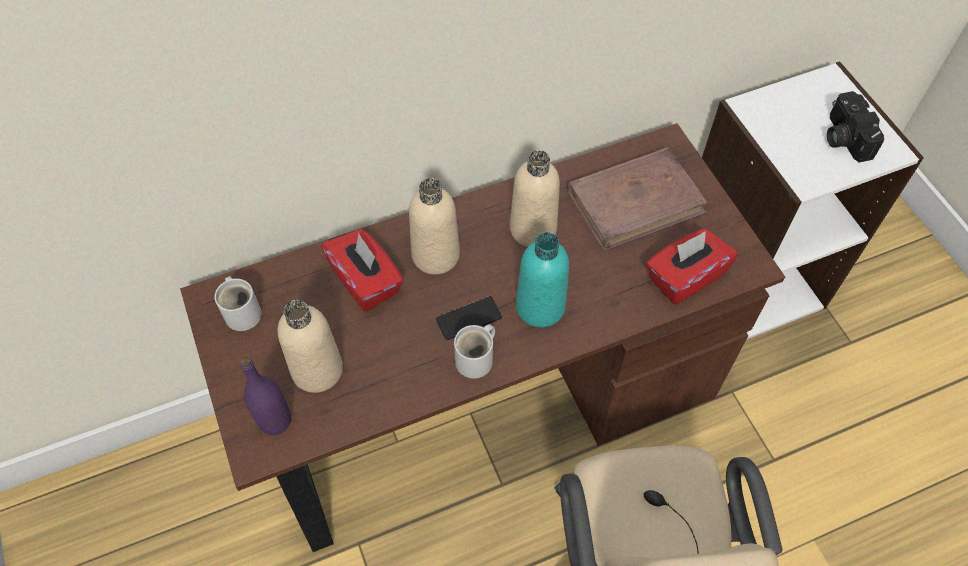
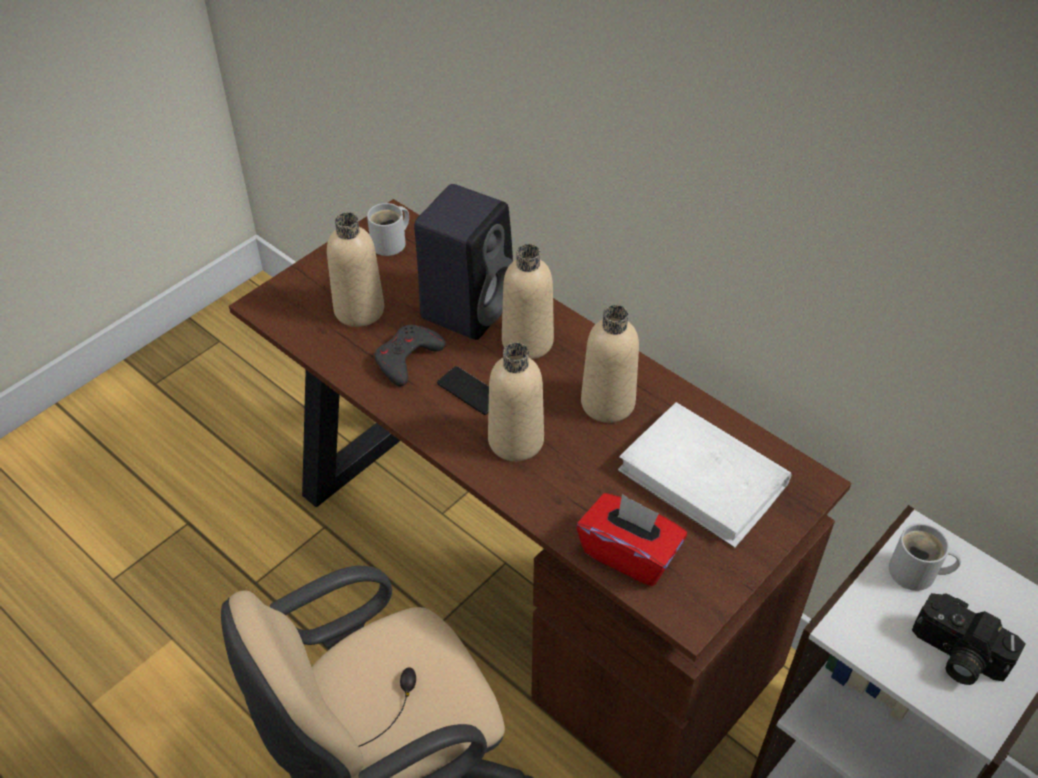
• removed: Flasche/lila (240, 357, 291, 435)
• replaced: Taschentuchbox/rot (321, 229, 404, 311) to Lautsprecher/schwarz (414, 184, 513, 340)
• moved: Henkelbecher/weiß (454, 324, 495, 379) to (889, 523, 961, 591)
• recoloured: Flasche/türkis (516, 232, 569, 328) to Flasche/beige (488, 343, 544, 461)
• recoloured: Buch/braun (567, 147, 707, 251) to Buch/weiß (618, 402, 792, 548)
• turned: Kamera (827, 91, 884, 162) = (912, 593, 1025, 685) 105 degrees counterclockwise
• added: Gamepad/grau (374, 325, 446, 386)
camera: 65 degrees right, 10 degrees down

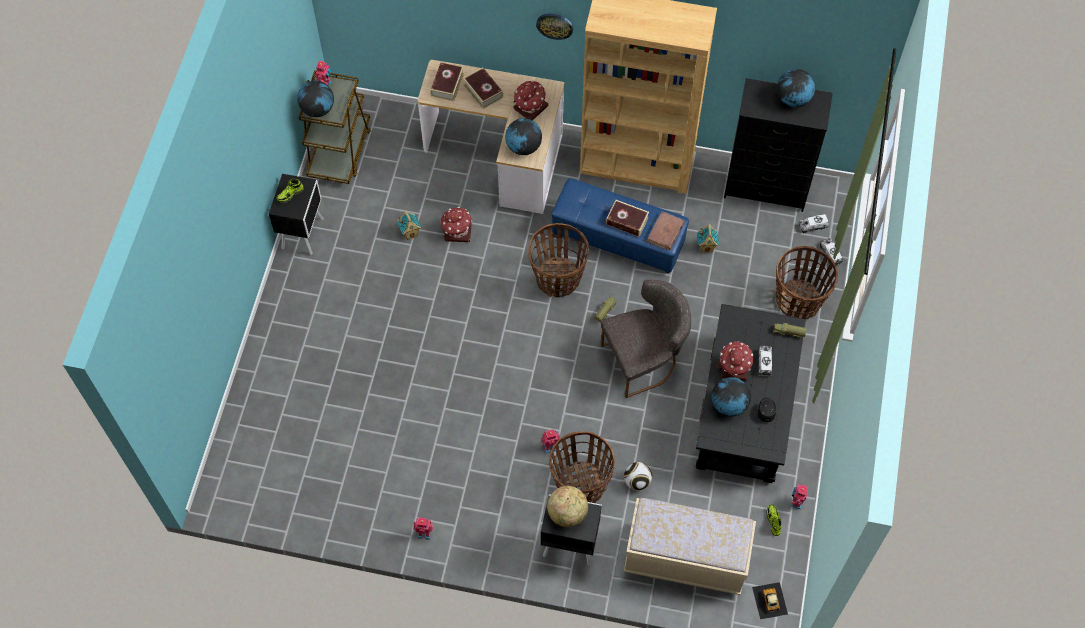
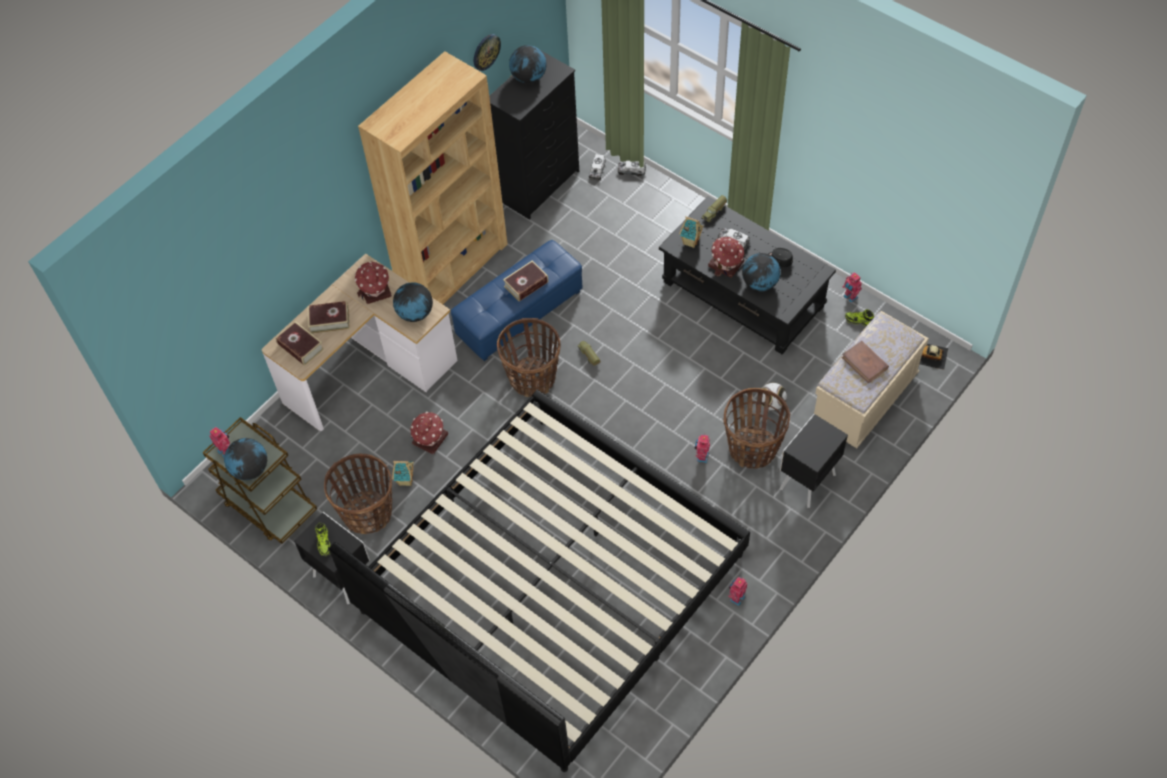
• moved: Wanduhr (536, 13, 573, 40) to (474, 34, 501, 71)
• removed: Globus (547, 486, 588, 527)
• removed: Stuhl/grau (601, 279, 691, 398)
• moved: Buch/braun (646, 211, 685, 250) to (842, 341, 889, 384)
• moved: Spielzeughaus (697, 224, 719, 253) to (679, 217, 704, 248)
• moved: Korb (776, 246, 838, 319) to (324, 454, 392, 534)
• added: Bett (329, 390, 750, 772)
camera: 60 degrees left, 5 degrees down

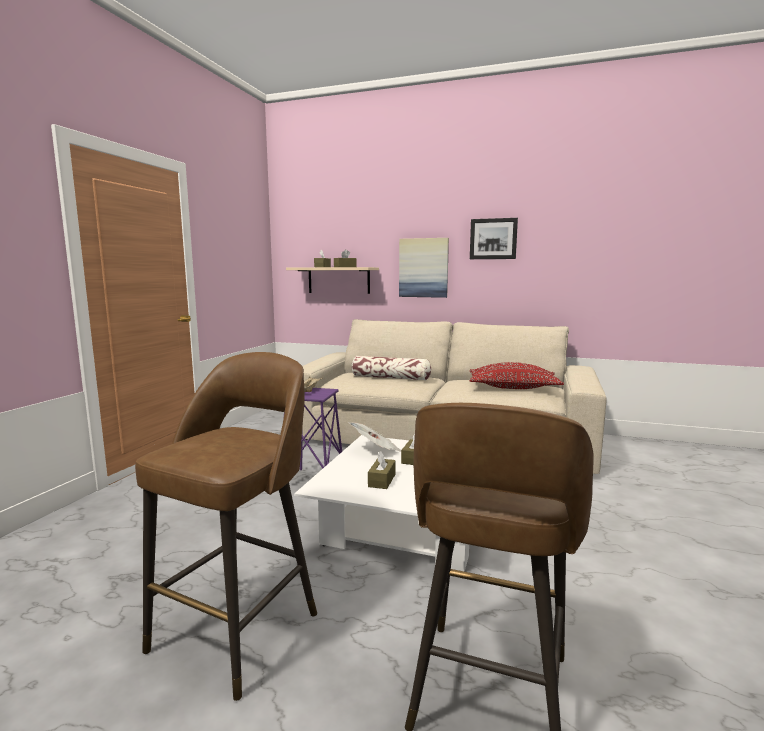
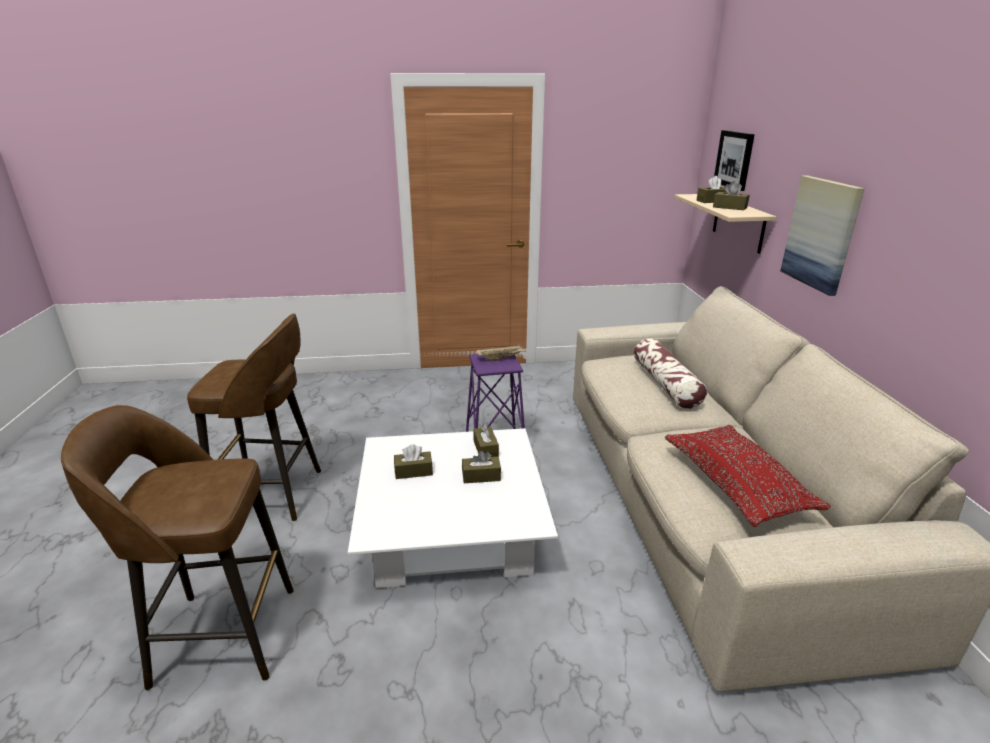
• replaced: Zeitung (348, 422, 401, 452) to Taschentuchbox/braun (473, 424, 499, 457)
• moved: Bild (470, 218, 518, 259) to (714, 130, 755, 191)
camera: 65 degrees right, 15 degrees up

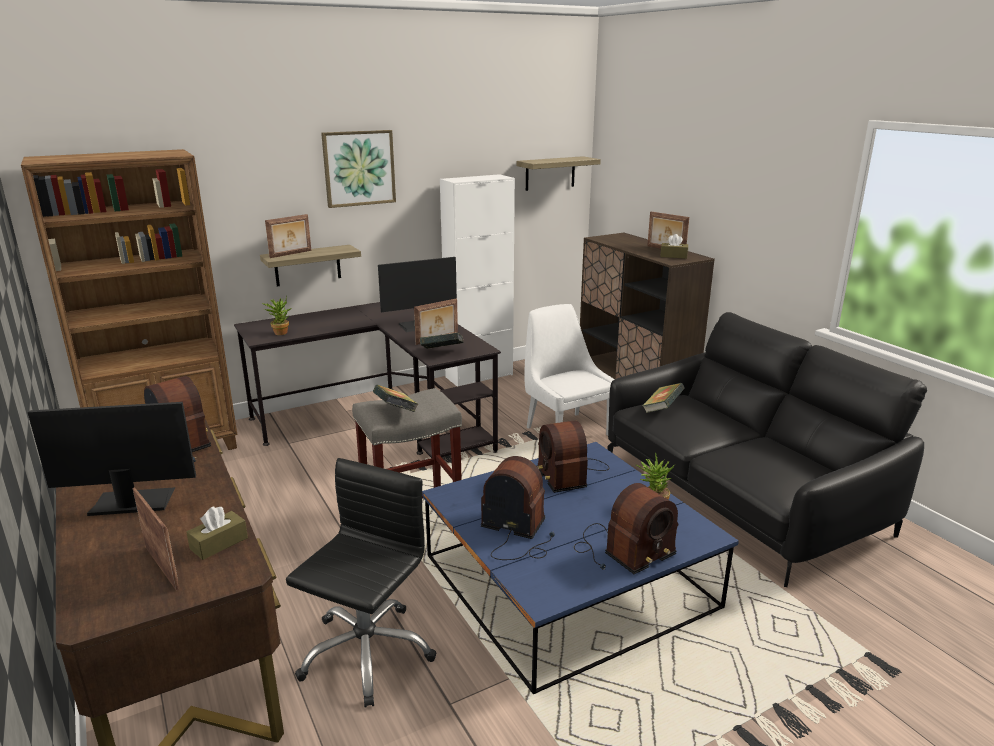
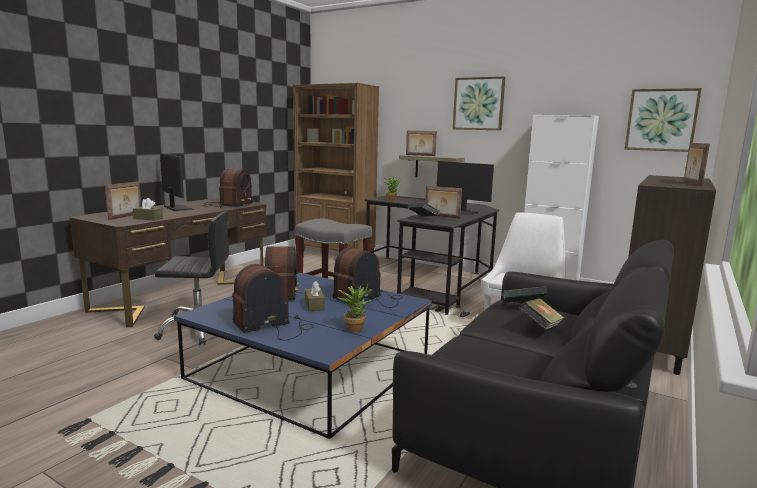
• moved: Buch (373, 385, 418, 412) to (520, 298, 564, 330)
• replaced: Wandregal (516, 156, 601, 191) to Bild (625, 88, 702, 152)
• turned: Radio (574, 483, 679, 574) = (232, 264, 314, 341) 120 degrees clockwise
• moved: Taschentuchbox/braun (660, 234, 688, 259) to (305, 281, 325, 311)
camera: 60 degrees right, 10 degrees down

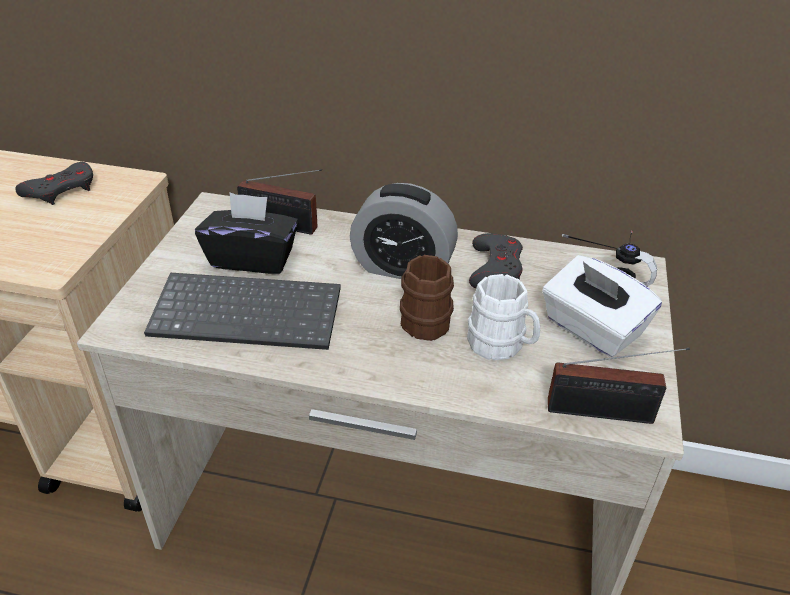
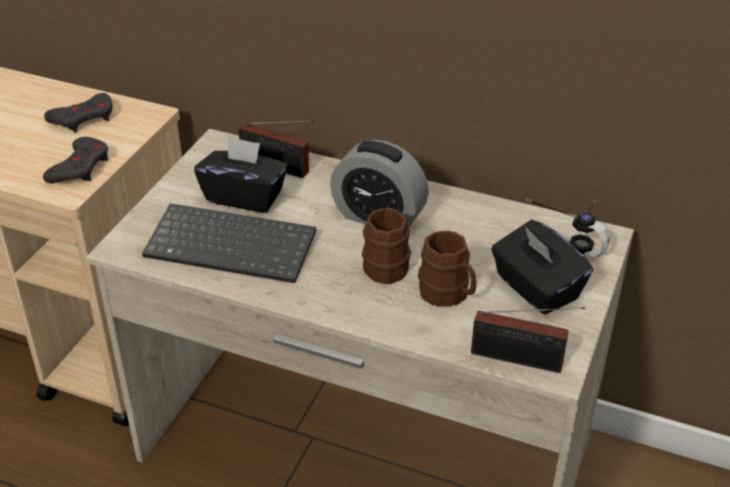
• recoloured: Henkelbecher/weiß (467, 274, 540, 360) to Henkelbecher/braun (418, 231, 476, 307)
• moved: Gamepad/grau (469, 233, 523, 288) to (43, 137, 108, 184)
• recoloured: Taschentuchbox/weiß (542, 255, 662, 357) to Taschentuchbox/schwarz (491, 220, 593, 314)
camera: 10 degrees right, 0 degrees up

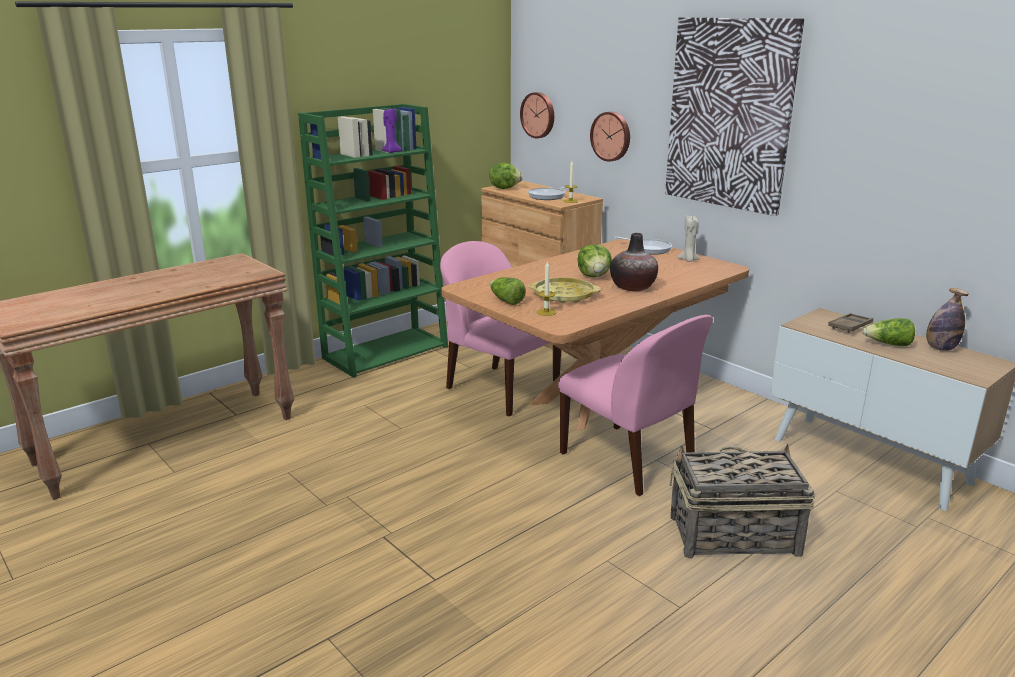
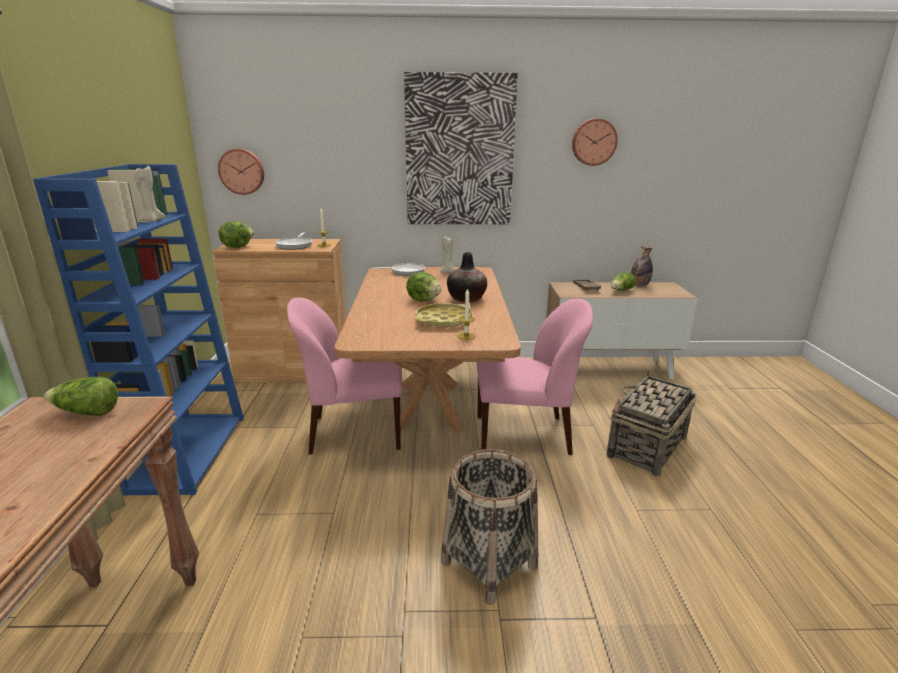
• recoloured: Bücherregal/grün (298, 104, 448, 378) to Bücherregal/blau (33, 164, 244, 495)
• recoloured: Kerze/lila (382, 107, 402, 153) to Kerze/beige (134, 166, 166, 222)
• moved: Salatkopf (490, 277, 526, 305) to (44, 377, 118, 416)
• moved: Wanduhr (590, 112, 630, 162) to (572, 119, 618, 166)
• added: Korb (441, 449, 538, 605)
camera: 50 degrees left, 0 degrees up

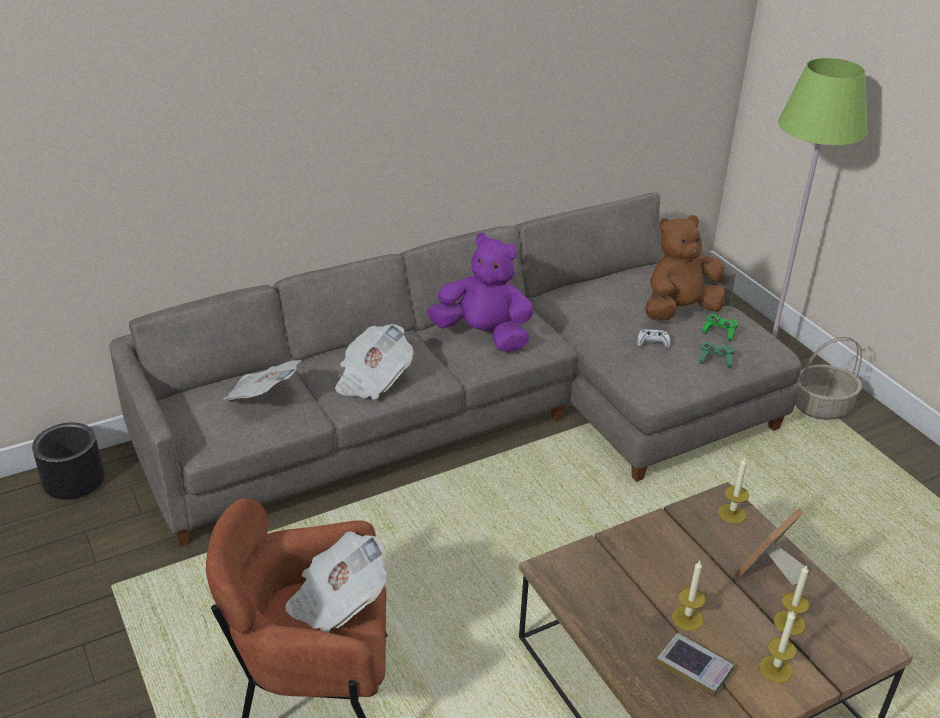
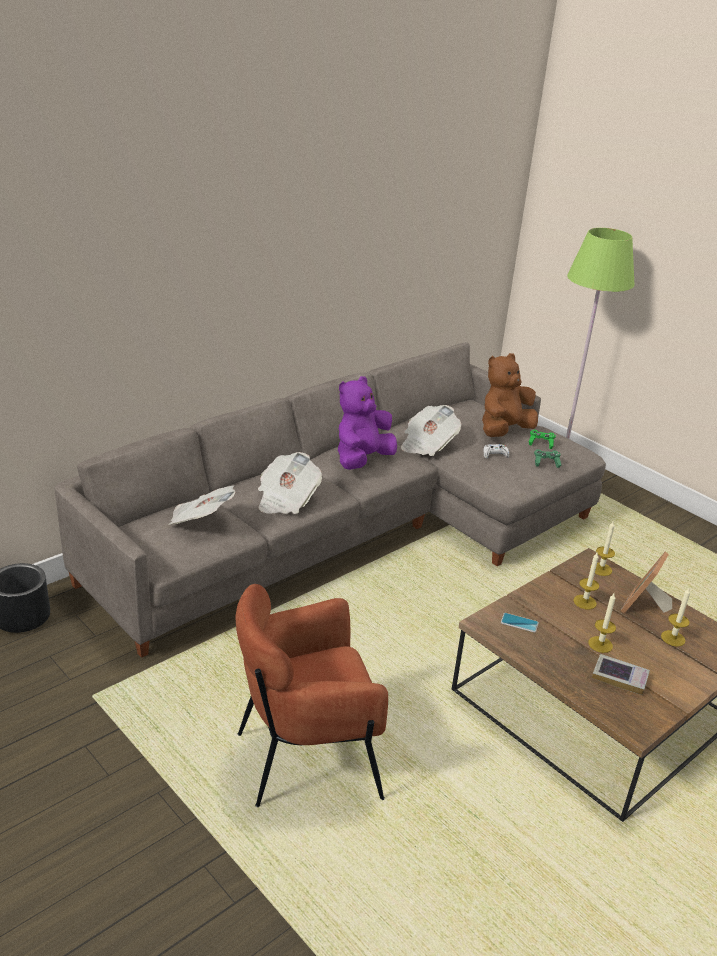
• moved: Zeitung (285, 531, 387, 633) to (401, 405, 461, 456)
• turned: Plüschtier/lila (427, 233, 534, 352) = (338, 376, 397, 470) 60 degrees counterclockwise
• moved: Kerze (760, 610, 796, 683) to (573, 553, 599, 610)
• removed: Korb (795, 337, 862, 420)
• added: Handy (501, 613, 539, 633)
camera: 15 degrees left, 5 degrees down

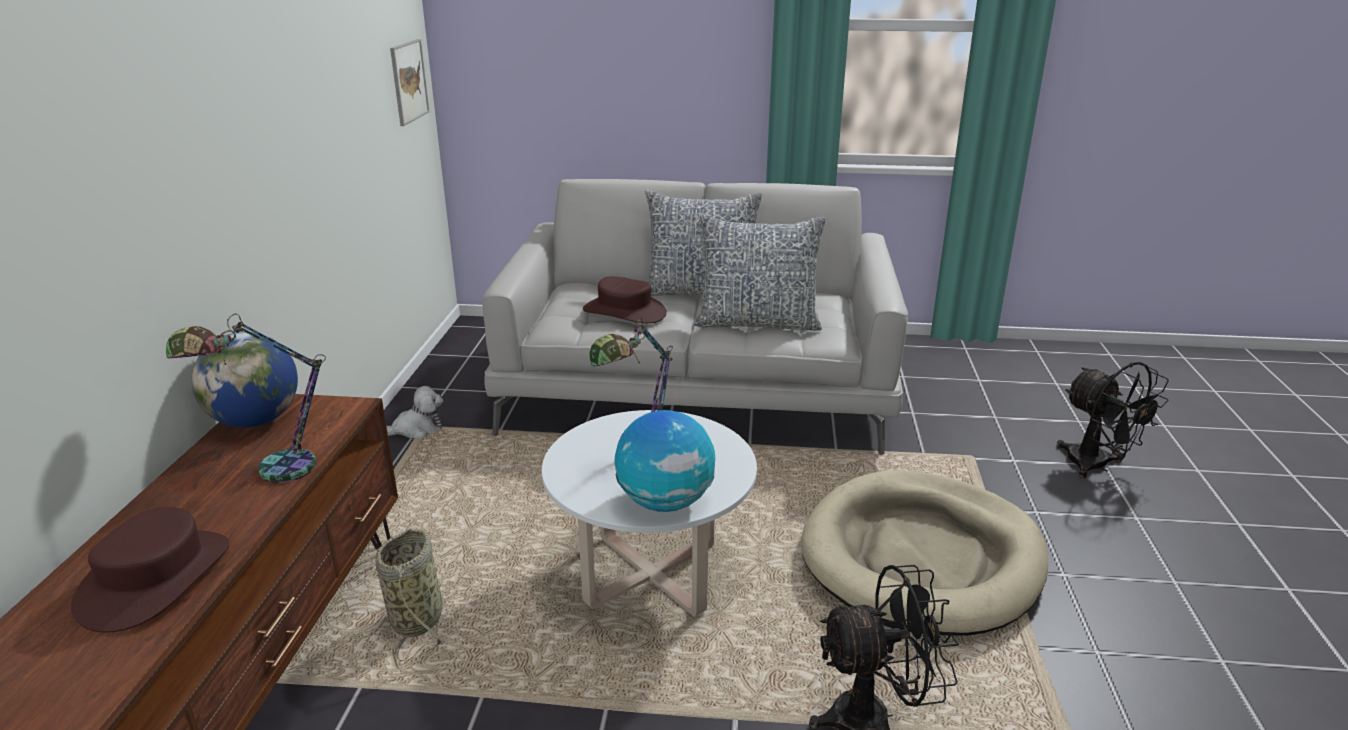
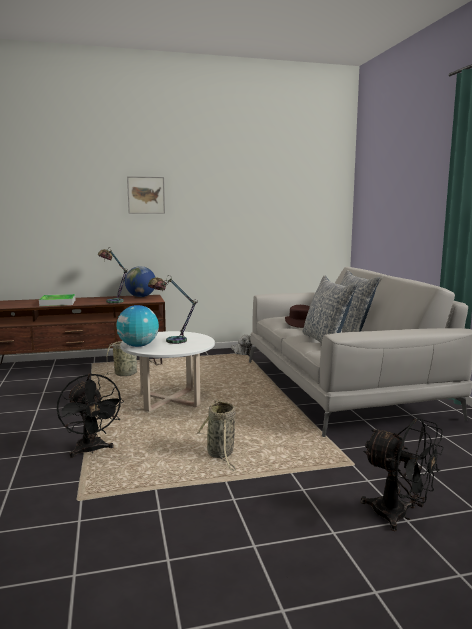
• replaced: Hut/braun (71, 507, 230, 633) to Tablett (39, 294, 76, 306)
• moved: Bild (390, 39, 430, 126) to (127, 176, 165, 214)
• replaced: Hundebett/beige (801, 470, 1048, 636) to Korb (196, 400, 237, 471)
• turned: Ventilator/schwarz (1057, 362, 1169, 478) = (361, 418, 444, 531) 90 degrees counterclockwise
camera: 70 degrees right, 15 degrees down

